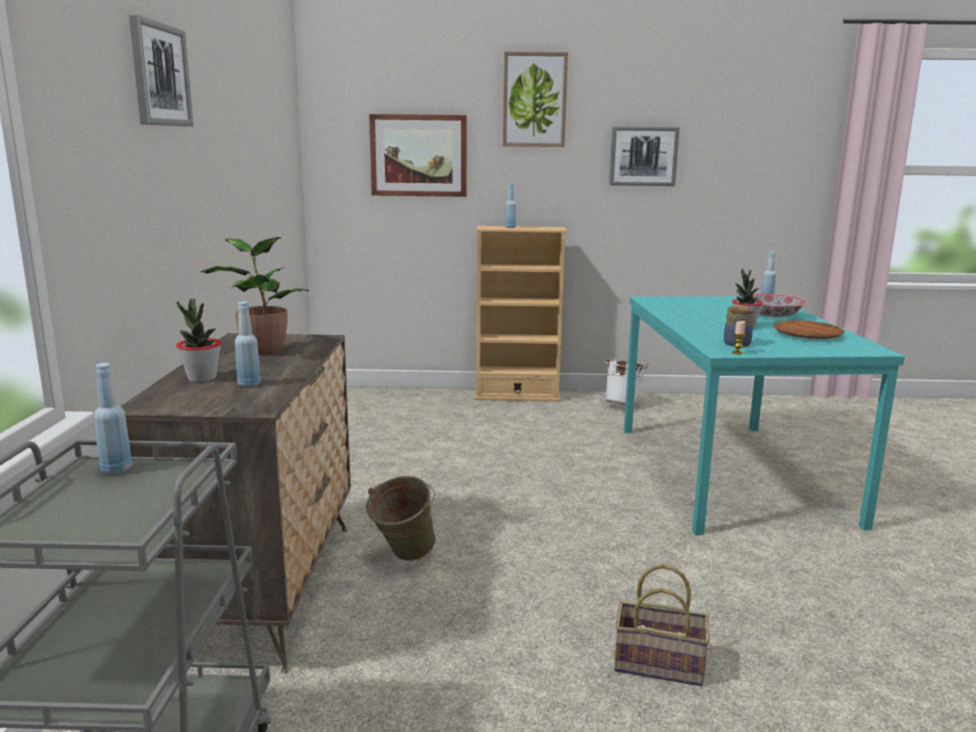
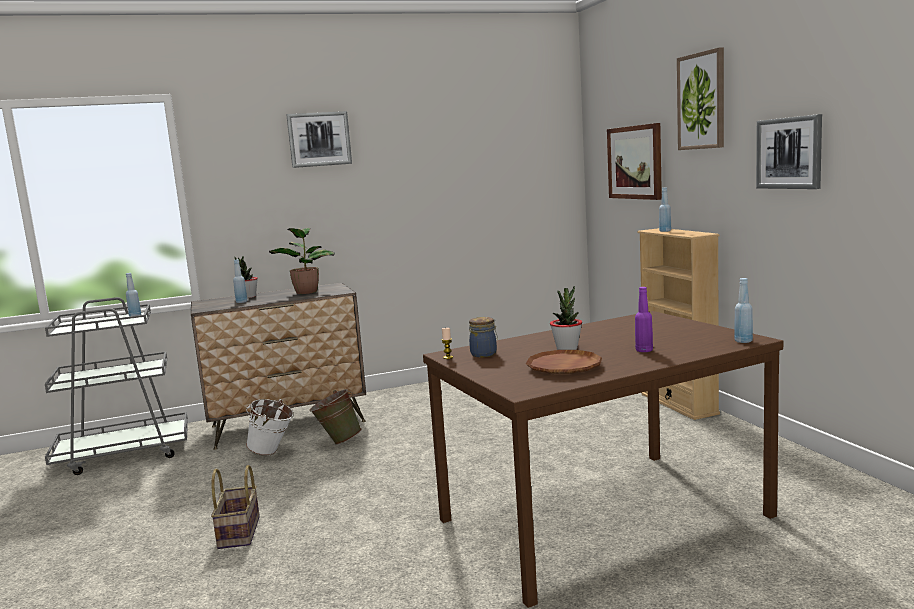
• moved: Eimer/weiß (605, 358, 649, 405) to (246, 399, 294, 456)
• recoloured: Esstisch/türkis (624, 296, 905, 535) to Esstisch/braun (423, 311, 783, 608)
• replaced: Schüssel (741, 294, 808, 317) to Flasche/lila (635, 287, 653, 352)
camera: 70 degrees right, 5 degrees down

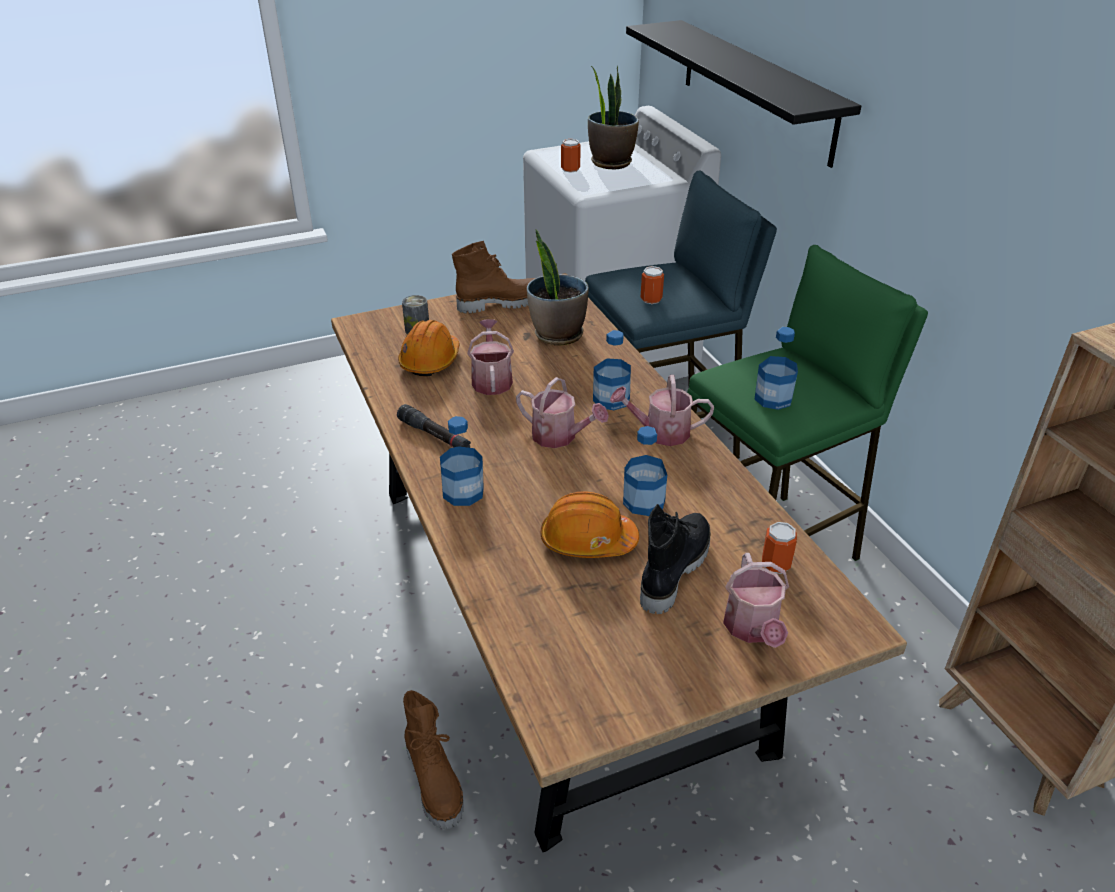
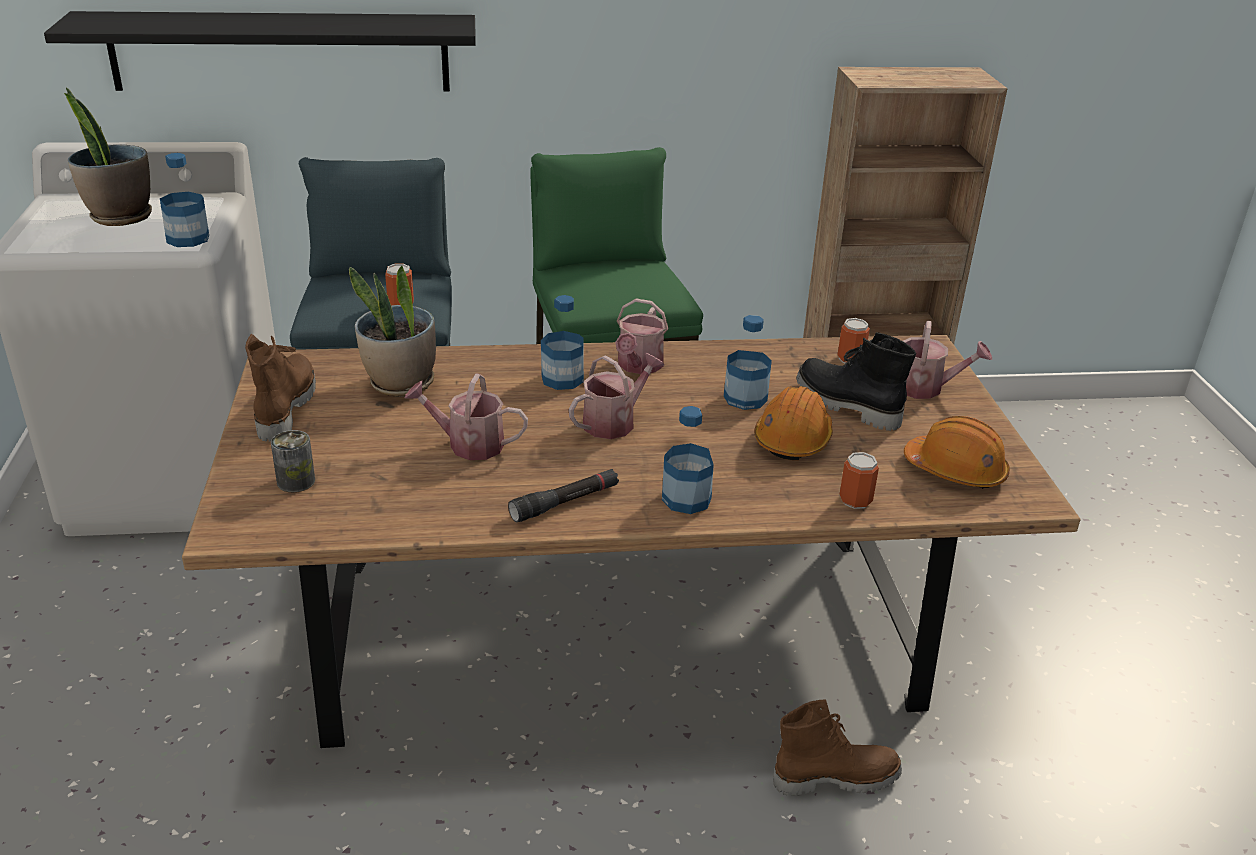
• moved: Schutzhelm/orange (398, 320, 460, 377) to (904, 416, 1010, 489)
• moved: Dose (561, 139, 581, 173) to (839, 452, 879, 509)
• moved: Flasche (755, 327, 798, 410) to (160, 153, 209, 247)
camera: 75 degrees left, 5 degrees down

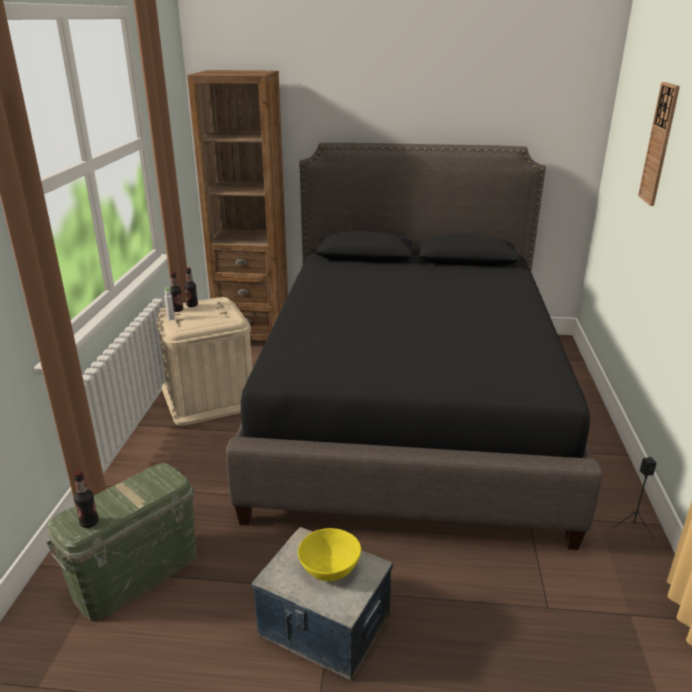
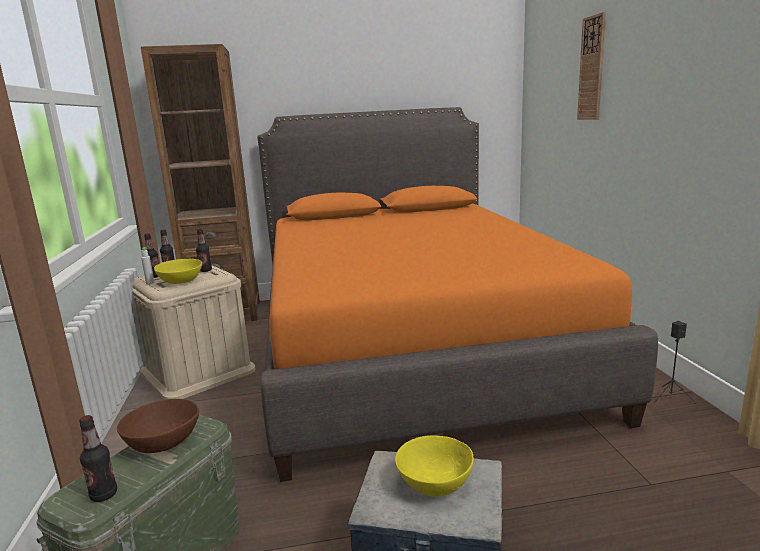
• recoloured: Bett/schwarz (226, 143, 602, 550) to Bett/orange (257, 107, 658, 482)
• added: Schüssel/braun (117, 399, 199, 453)
• added: Schüssel/gelb (154, 259, 202, 284)
• added: Flasche (196, 228, 212, 272)
camera: 15 degrees left, 10 degrees down

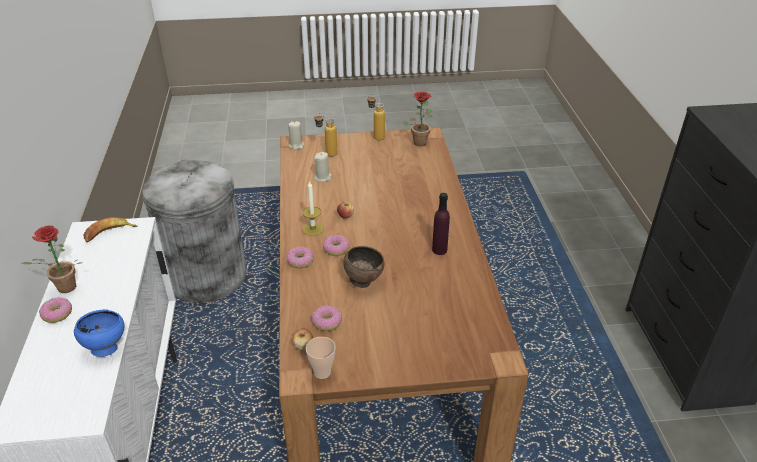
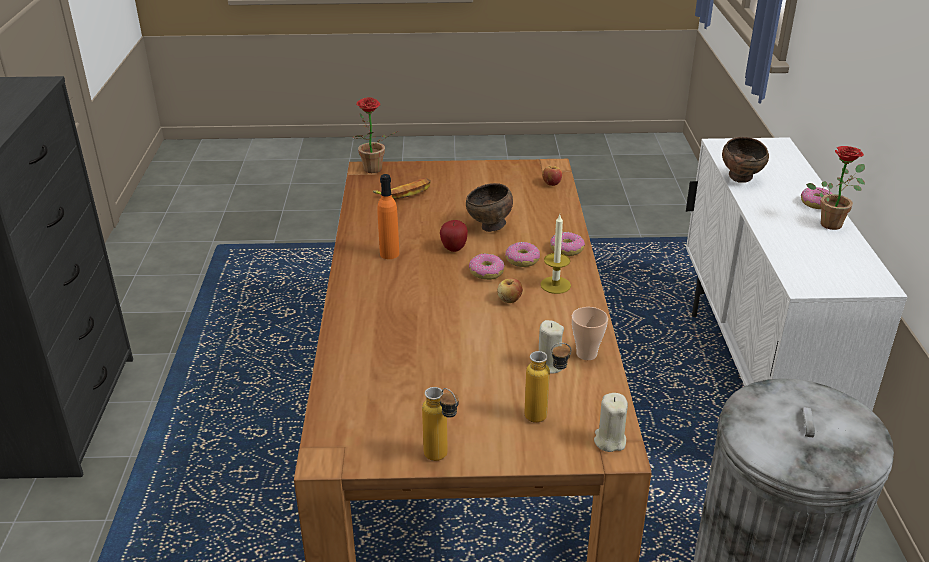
• recoloured: Schüssel/blau (74, 309, 124, 357) to Schüssel/braun (722, 137, 769, 183)
• moved: Banane (83, 217, 138, 242) to (373, 178, 431, 199)
• moved: Tasse (306, 337, 335, 379) to (572, 307, 608, 360)
• moved: Donut (312, 306, 342, 331) to (469, 254, 505, 280)
• moved: Topfpflanze (402, 92, 433, 146) to (352, 97, 397, 173)
• recoloured: Flasche/lila (432, 193, 450, 255) to Flasche/orange (377, 174, 399, 259)
• added: Apfel (440, 220, 468, 252)
camera: 175 degrees left, 5 degrees down

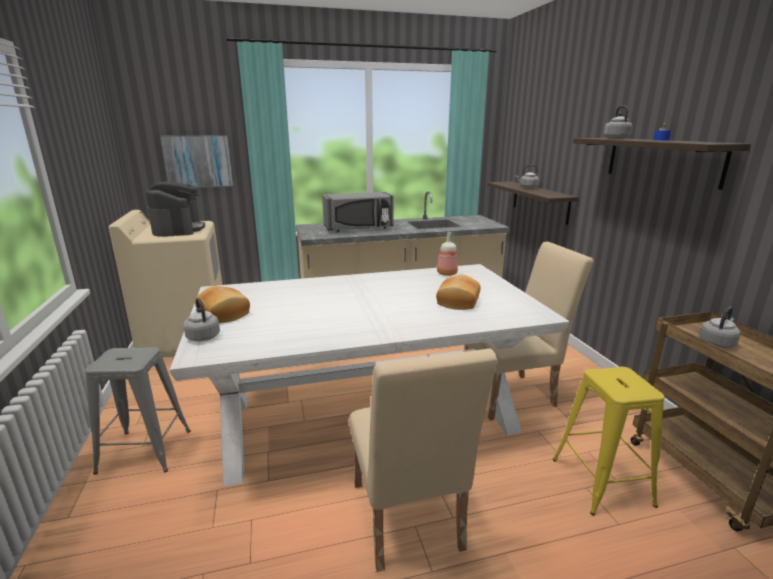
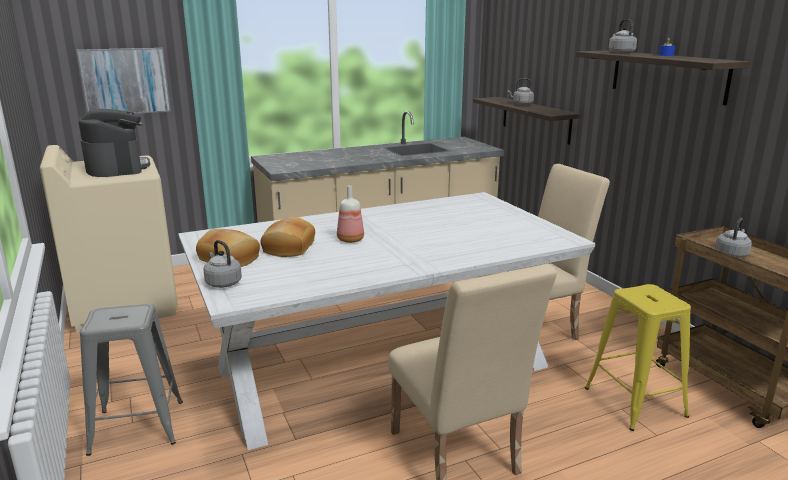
• removed: Mikrowelle/grau (322, 192, 394, 232)
• moved: Brot (436, 275, 481, 310) to (261, 217, 315, 257)
• moved: Flasche (437, 232, 458, 276) to (337, 185, 364, 243)
camera: 10 degrees left, 0 degrees up

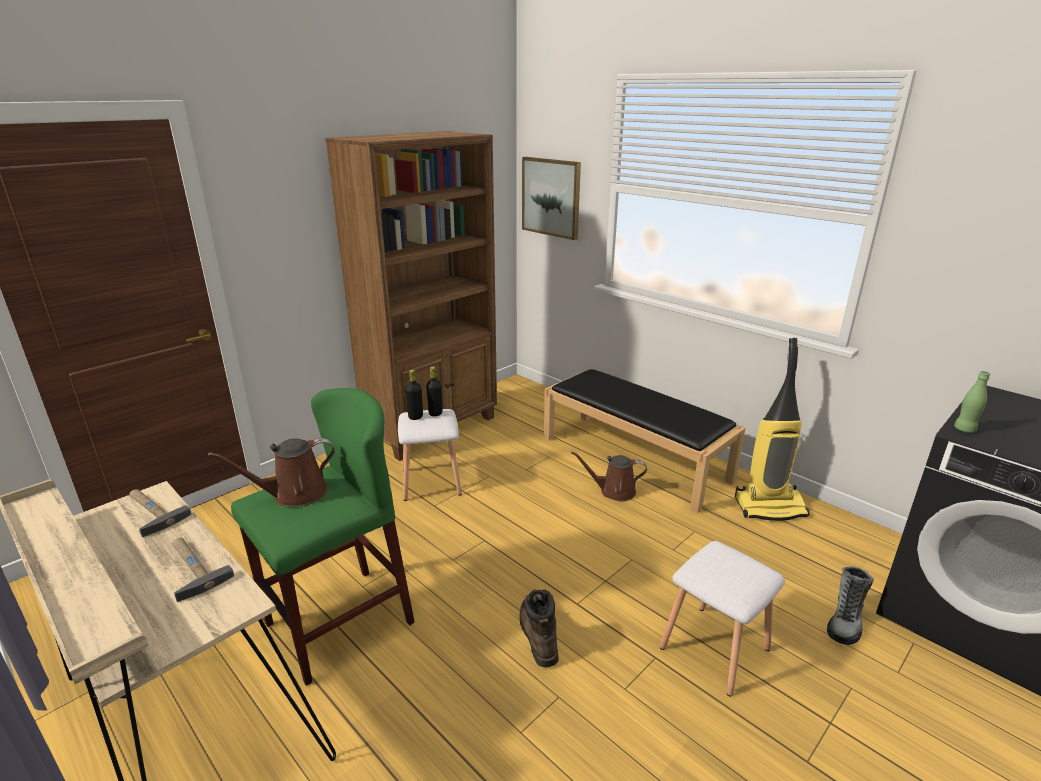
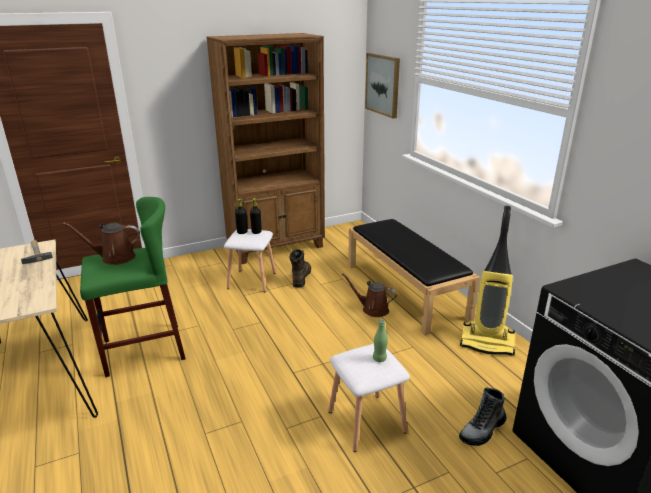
• removed: Hammer (172, 538, 234, 602)
• moved: Stiefel/braun (520, 589, 559, 667) to (289, 250, 311, 288)
• moved: Flasche/grün (954, 371, 990, 433) to (373, 319, 388, 362)
camera: 20 degrees right, 0 degrees up

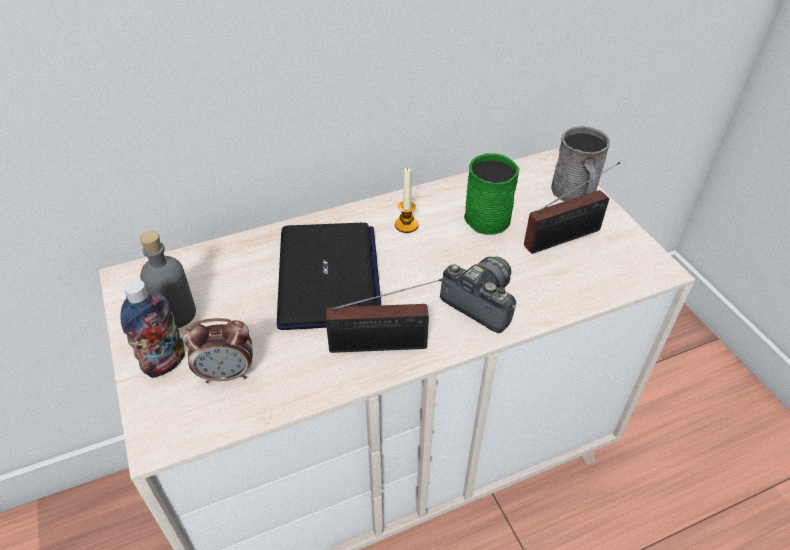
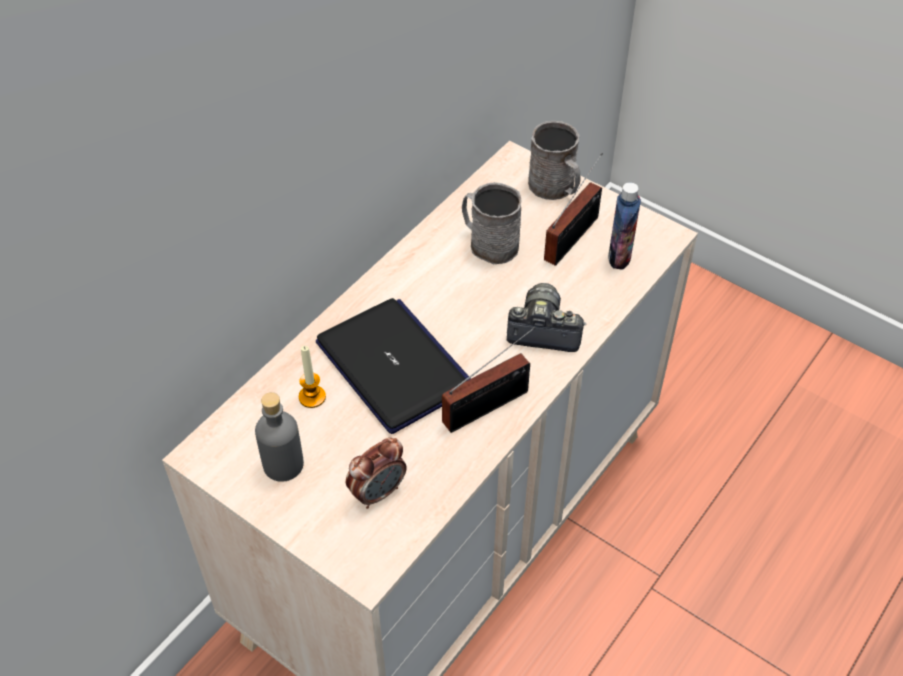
• moved: Flasche (120, 279, 185, 378) to (608, 183, 641, 270)
• moved: Kerze (395, 167, 419, 233) to (299, 346, 326, 408)
• recoloured: Henkelbecher/grün (464, 153, 520, 235) to Henkelbecher/grau (462, 182, 521, 264)
camera: 30 degrees left, 5 degrees up

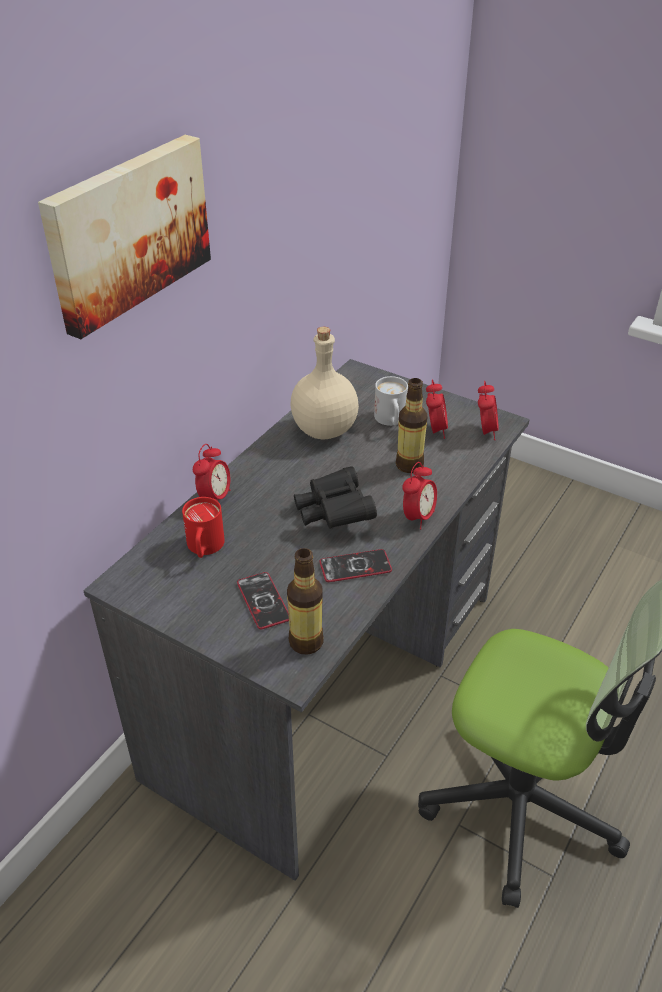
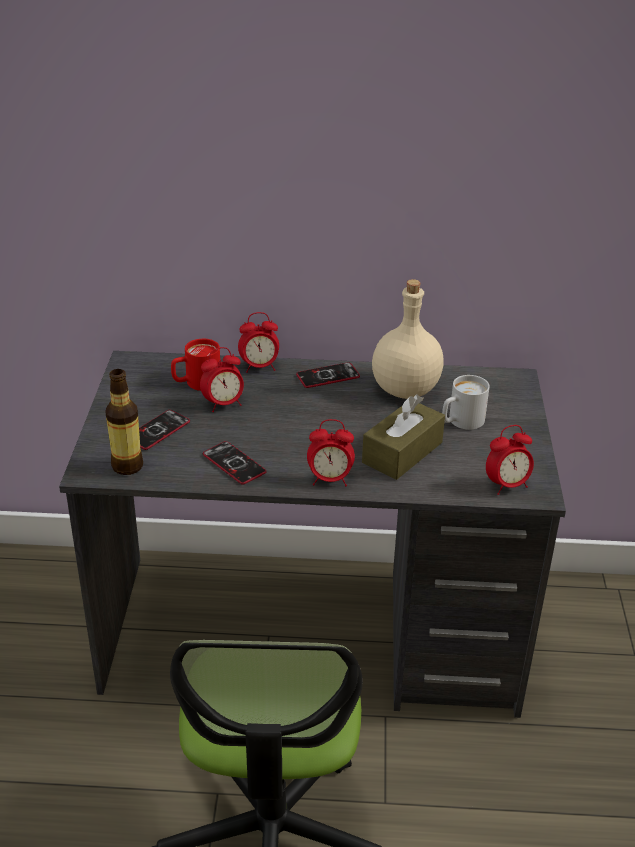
• removed: Bild (38, 135, 211, 339)
• removed: Fernglas/schwarz (294, 466, 377, 529)
• replaced: Flasche (396, 378, 428, 473) to Taschentuchbox/braun (362, 394, 445, 480)
• moved: Wecker (426, 379, 448, 439) to (200, 347, 244, 412)
• added: Handy (296, 362, 360, 388)
camera: 60 degrees right, 5 degrees down

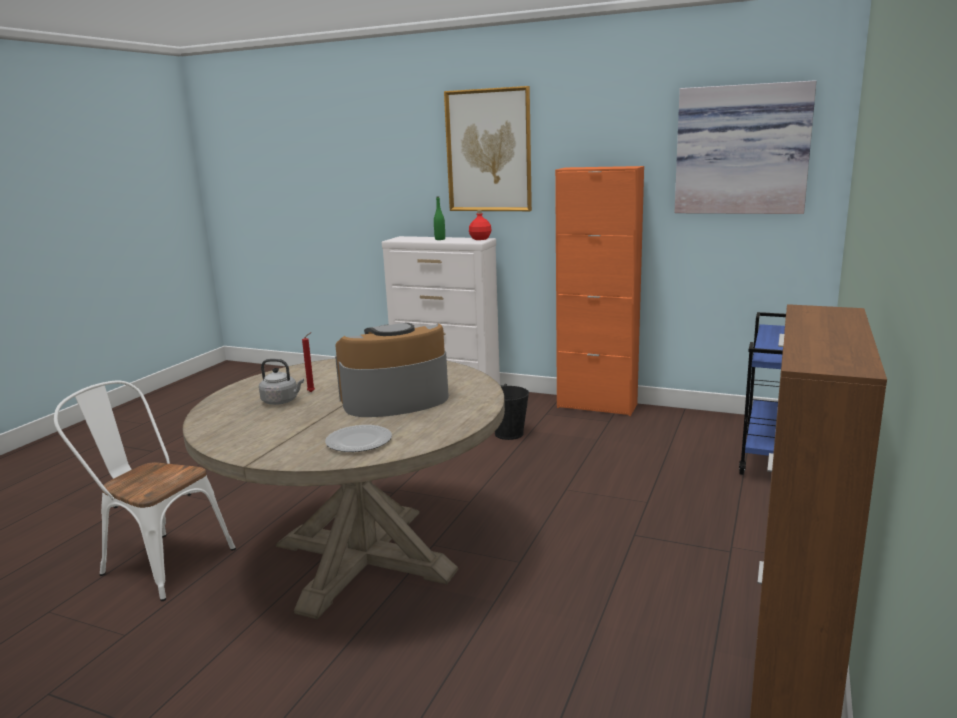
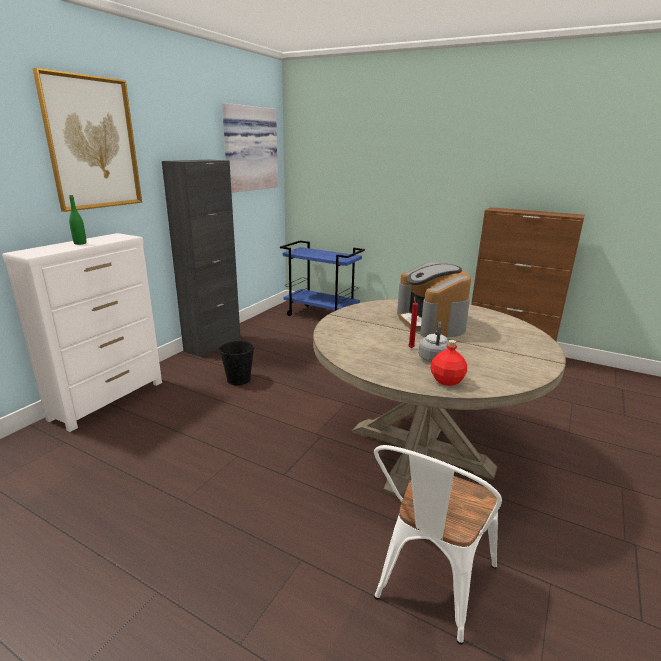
• removed: Teller (325, 425, 392, 452)
• moved: Flasche/rot (469, 210, 492, 240) to (430, 340, 467, 386)
• recoloured: Schrank/orange (555, 166, 644, 416) to Schrank/schwarz (162, 160, 240, 357)
camera: 85 degrees left, 5 degrees up

